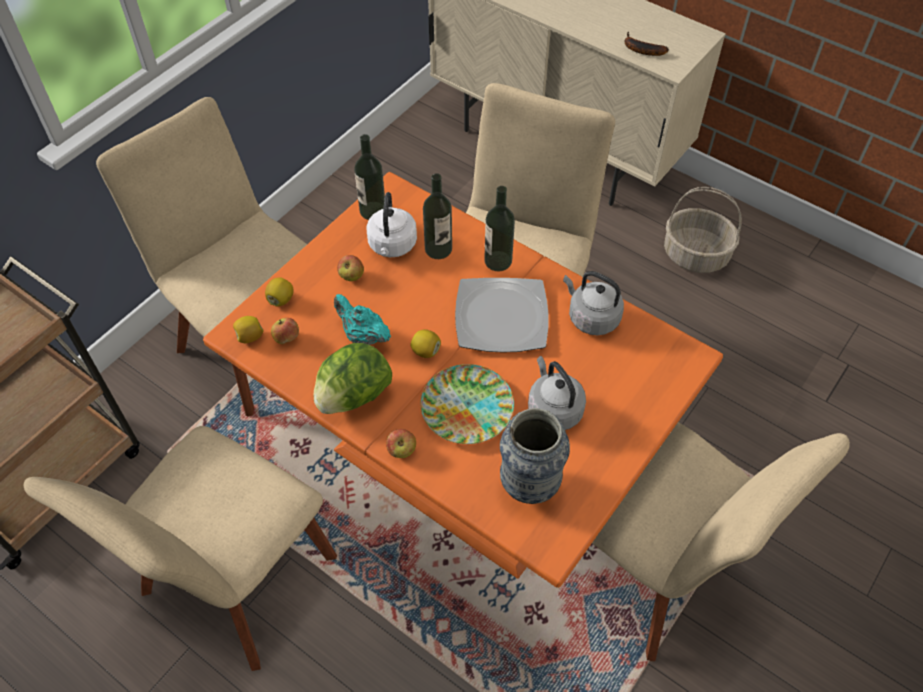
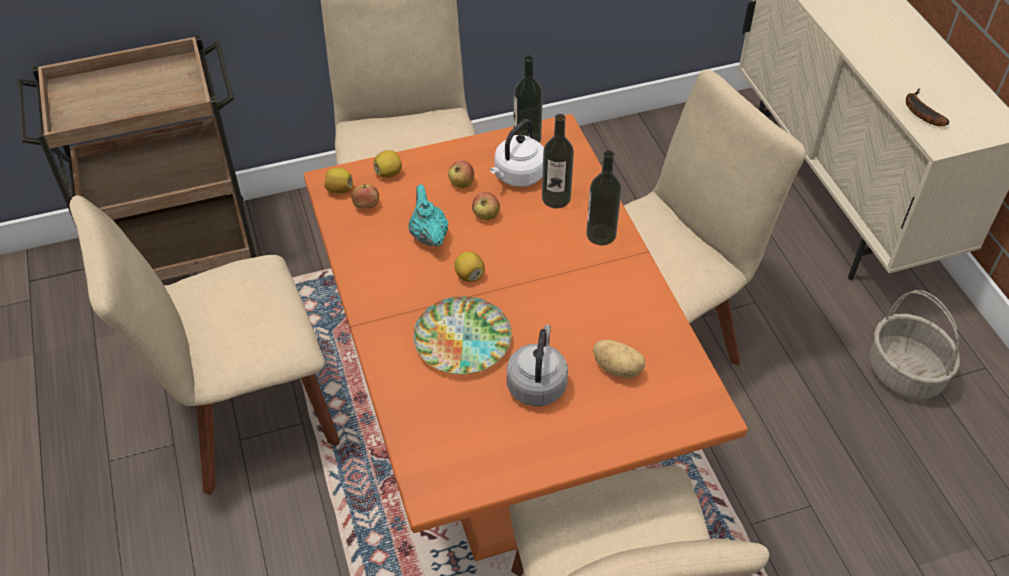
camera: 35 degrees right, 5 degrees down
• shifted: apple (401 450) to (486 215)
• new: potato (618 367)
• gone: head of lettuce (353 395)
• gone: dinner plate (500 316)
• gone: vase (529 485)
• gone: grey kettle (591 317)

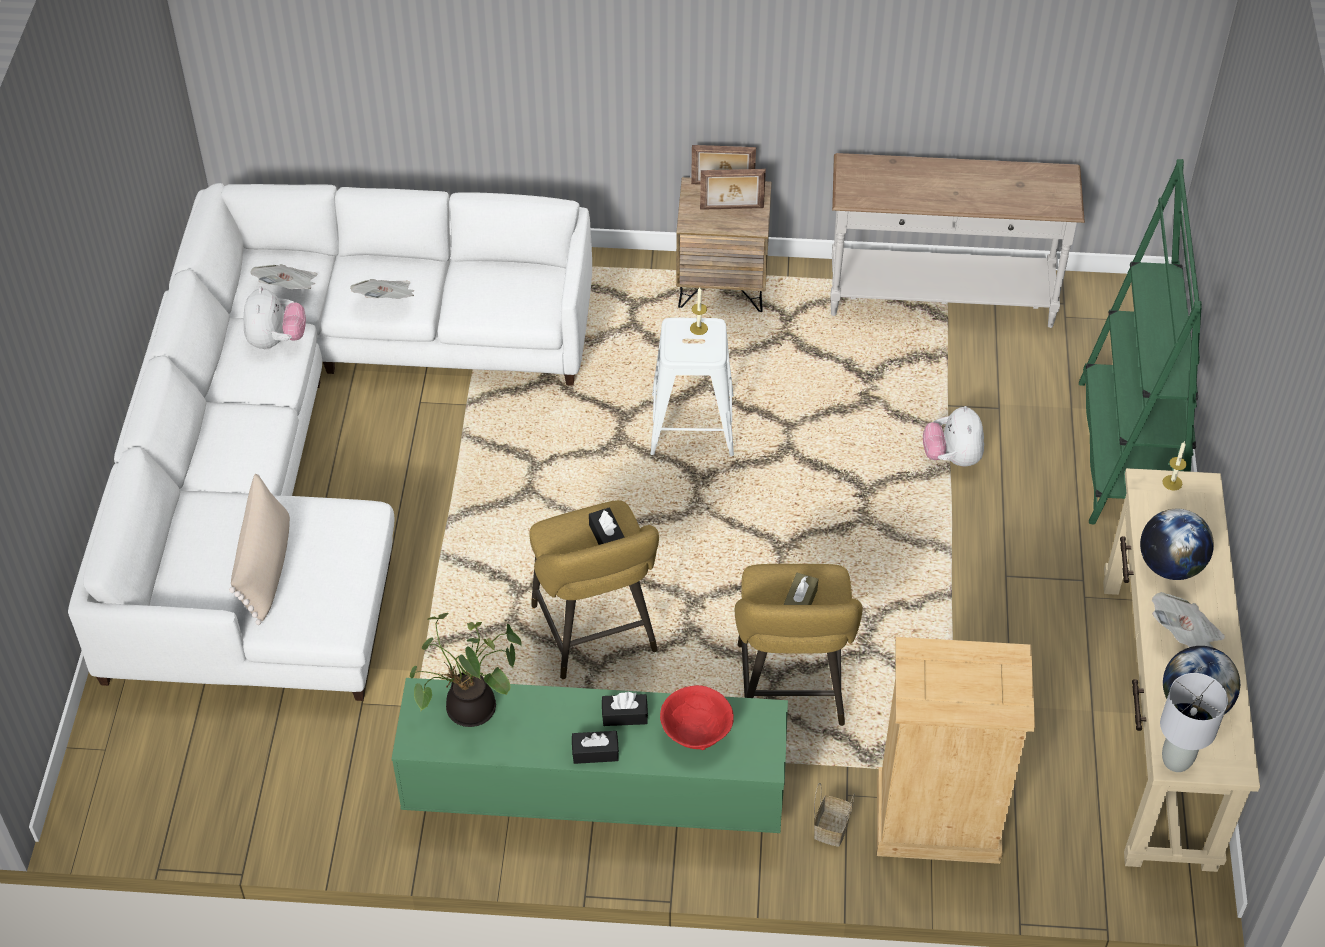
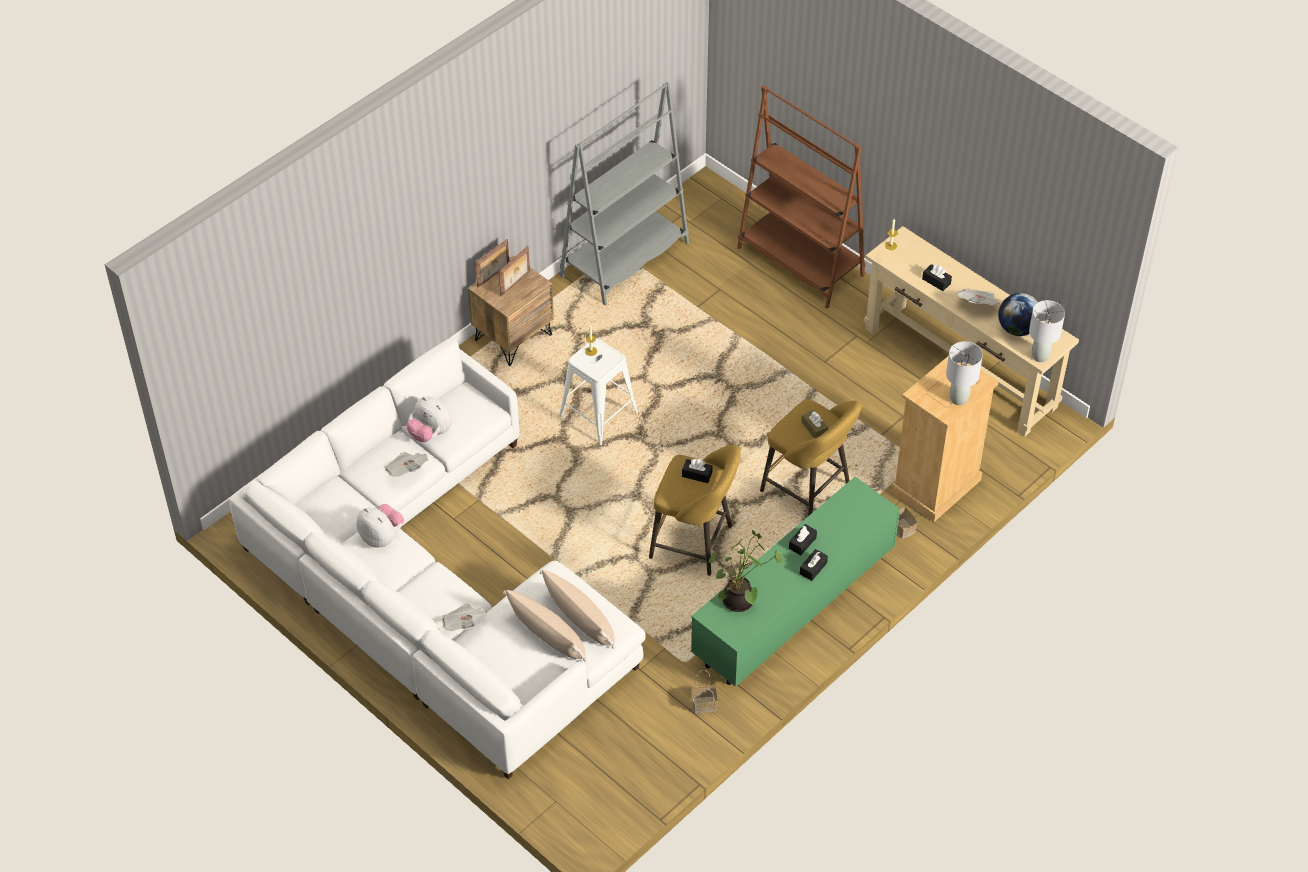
camera: 50 degrees left, 0 degrees up
• shifted: soft toy (952 457) to (430 433)
• shifted: newspaper (288 288) to (464 624)
• new: beige pillow (580 619)
• swapped: white hall table (941 300) to grey shelving unit (625 259)
• new: basket (703 705)
• repainted: greenish shelving unit (1130 452) to brown shelving unit (800 262)
• swapped: world globe (1170 566) to blackish tissue box (936 281)
• new: grey table lamp (958 399)
• gone: reddish deep dish (696 734)

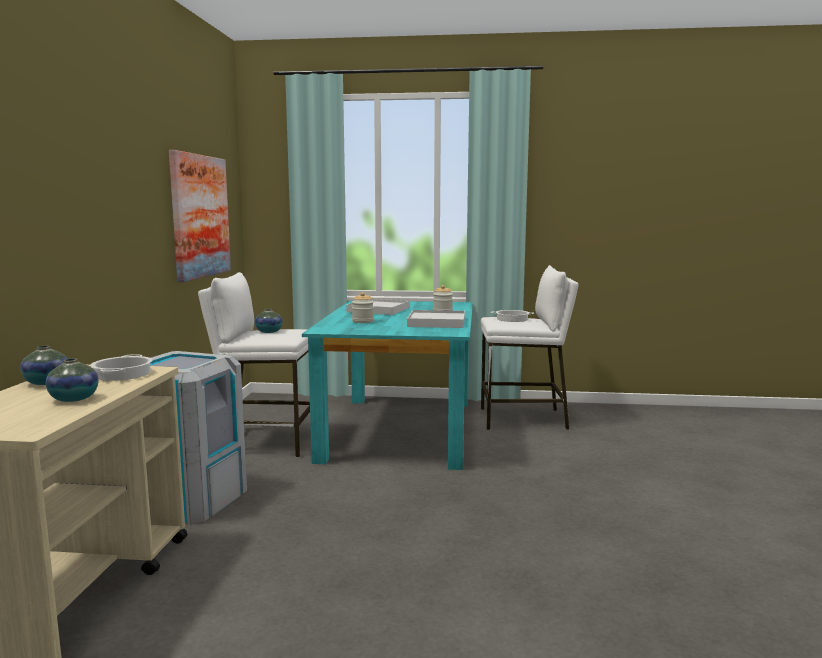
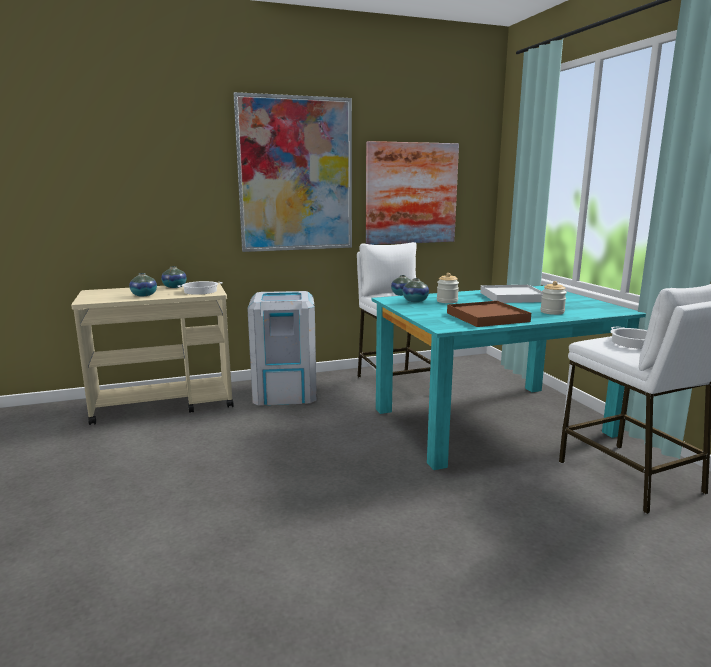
camera: 65 degrees right, 5 degrees up
• new: wall art (296 175)
• new: vase (415 301)
• repainted: white tray (437 322) to brown tray (487 317)

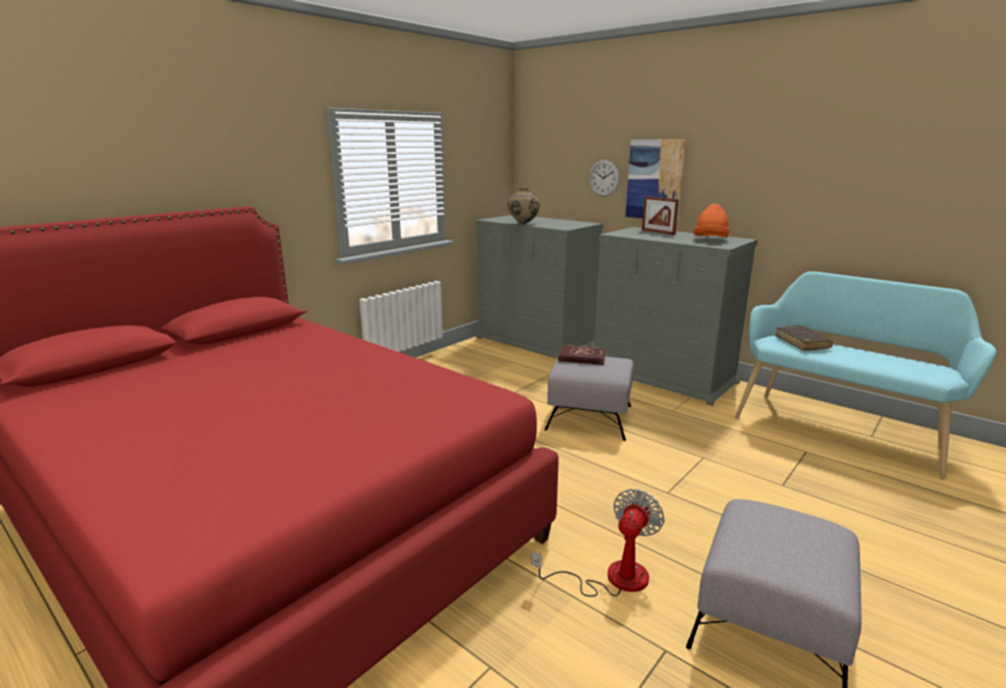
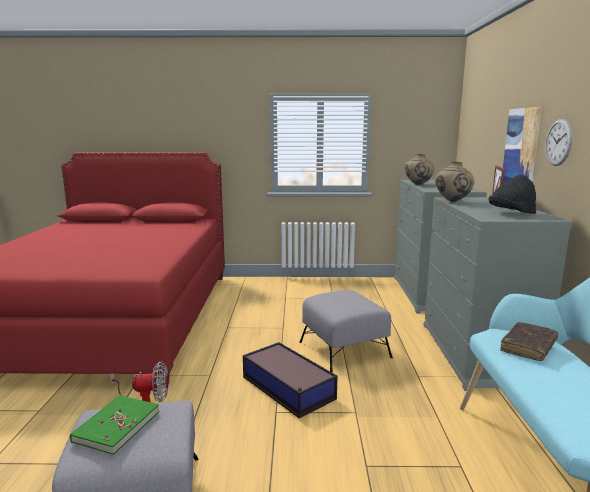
camera: 50 degrees right, 5 degrees down
• new: greenish volume (116 426)
• new: storage bin (288 388)
• new: beige vase (452 201)
• repainted: orange-coloured hat (710 239) to blackish hat (511 213)
• shifted: wall clock (604 178) to (558 142)
• gone: reddish volume (582 357)

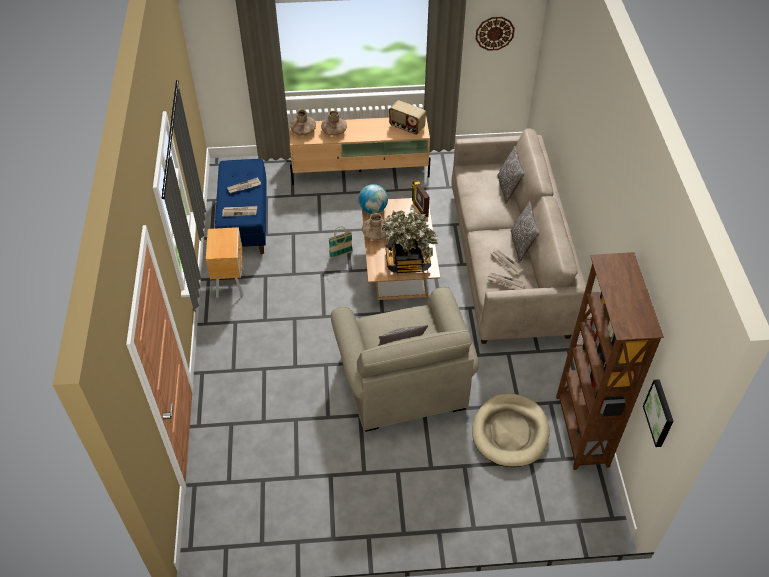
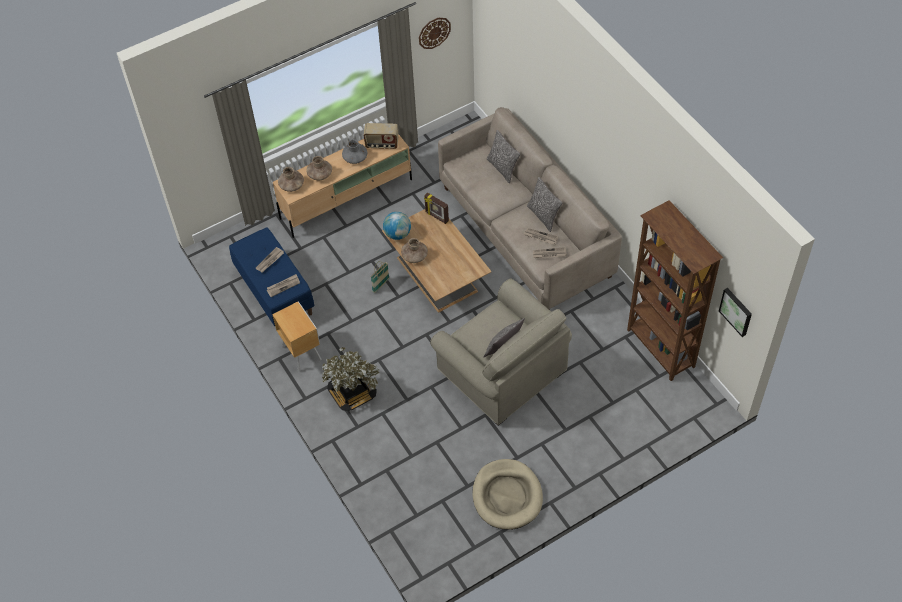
camera: 25 degrees left, 5 degrees up
• shifted: potted plant (407 260) to (352 393)
• new: grey vase (355 158)
• shifted: beige dog cushion (510 432) to (507 496)

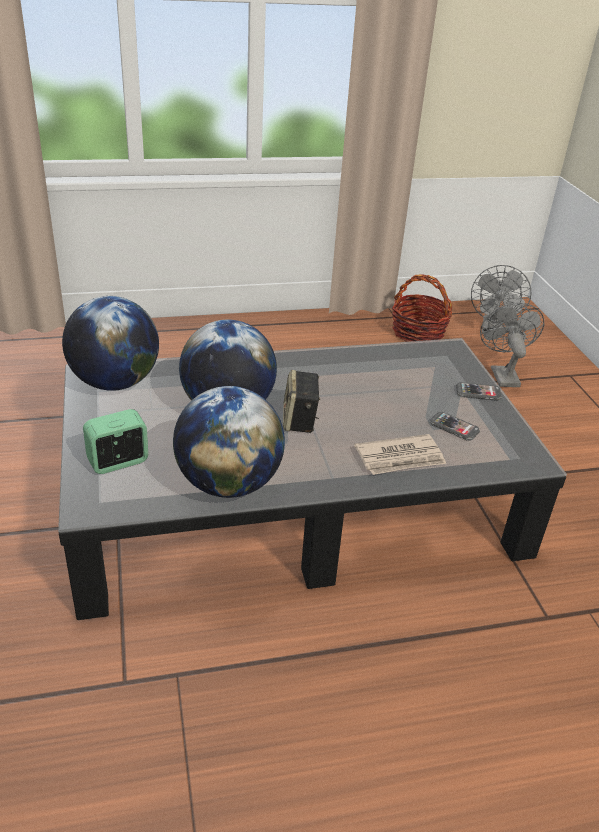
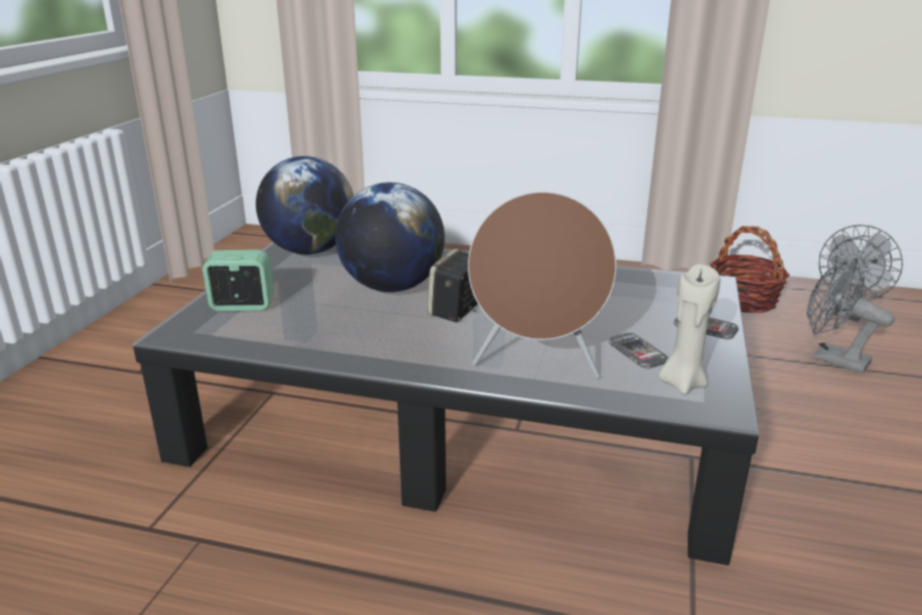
camera: 30 degrees right, 10 degrees down
• swapped: newspaper (400 458) to brown speaker (537 365)
• new: beige candle (682 383)
• rotated: grey electric fan (502 374) = (831 358) 75 degrees counterclockwise
• gone: world globe (229 484)

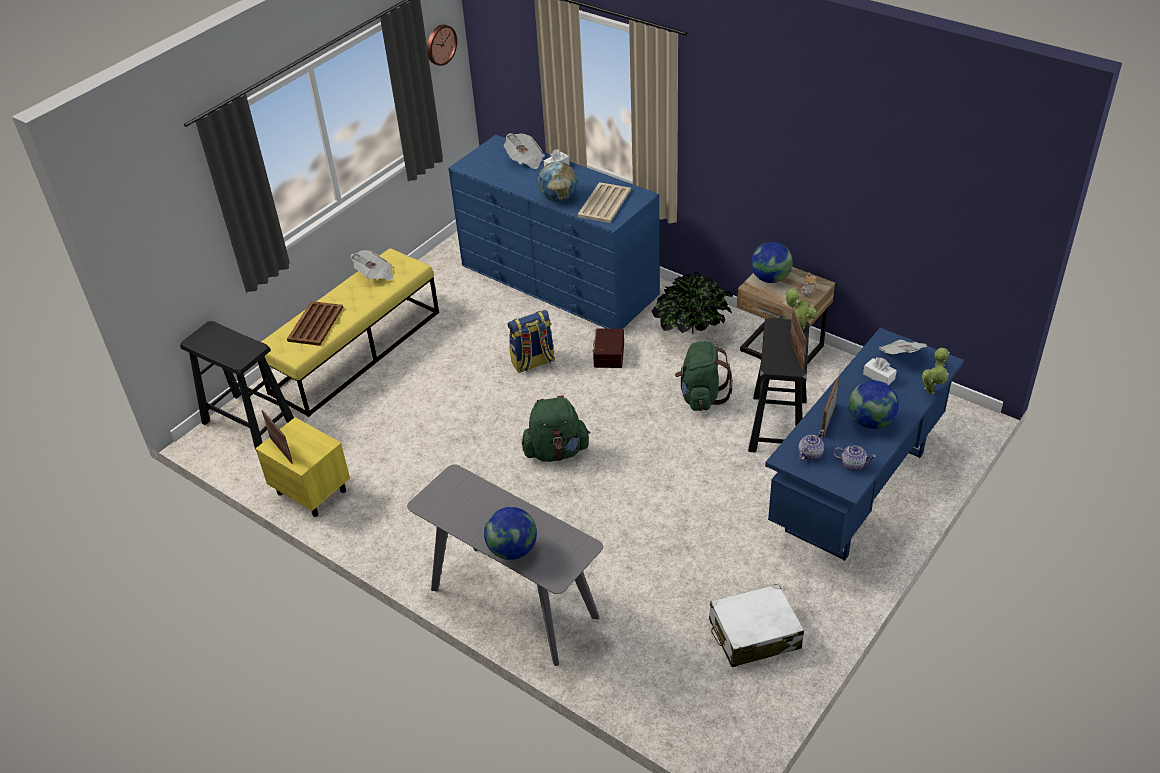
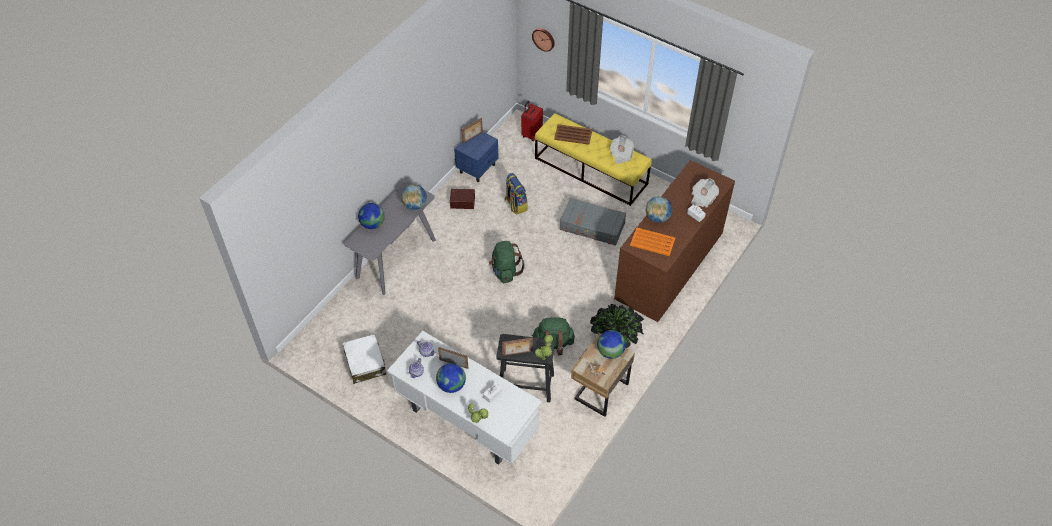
camera: 85 degrees right, 10 degrees up
• repainted: bluish desk unit (856 492) to white desk unit (466 422)
• new: world globe (415 205)
• shifted: brown storage bin (608 355) to (462 201)
• repainted: yellowish nightstand (311 491) to bluish nightstand (478 168)
• shifted: backpack (533 362) to (515 205)
• swapped: blackish stool (248 421) to reddish piece of luggage (531 134)
• shifted: wall clock (440 44) to (544 39)
• new: grey piece of luggage (592 227)
• repainted: bluish dresser (559 280) to brown dresser (669 265)
• repainted: beige tray (605 203) to orange-coloured tray (653 242)
• gone: newspaper (900 356)

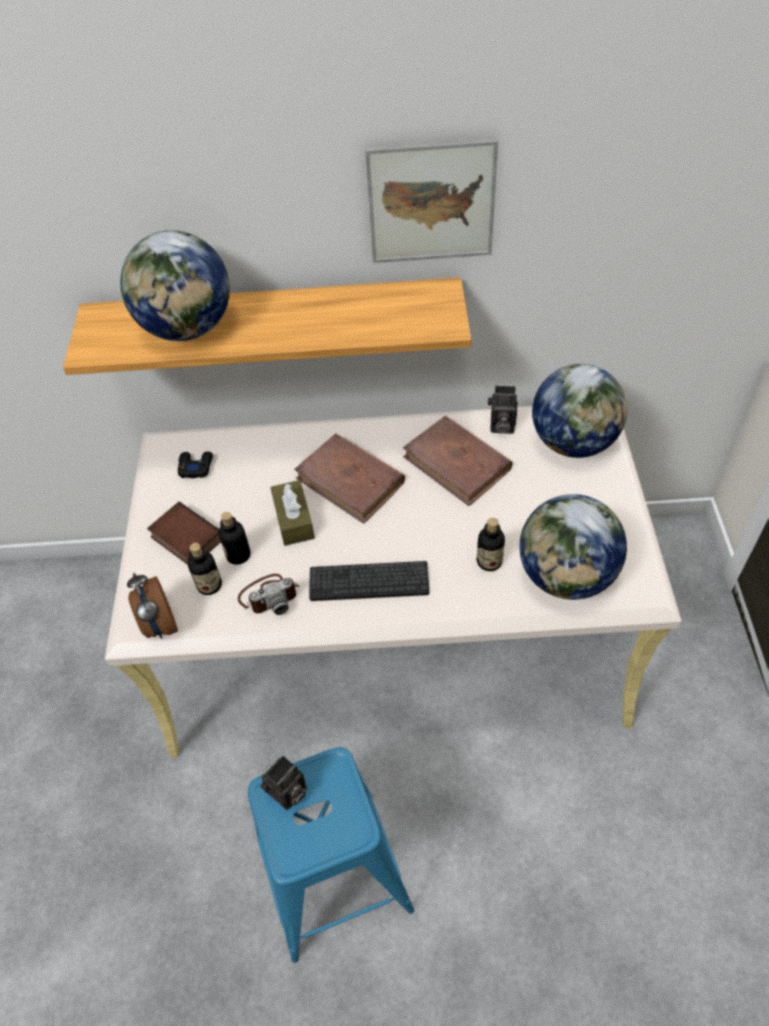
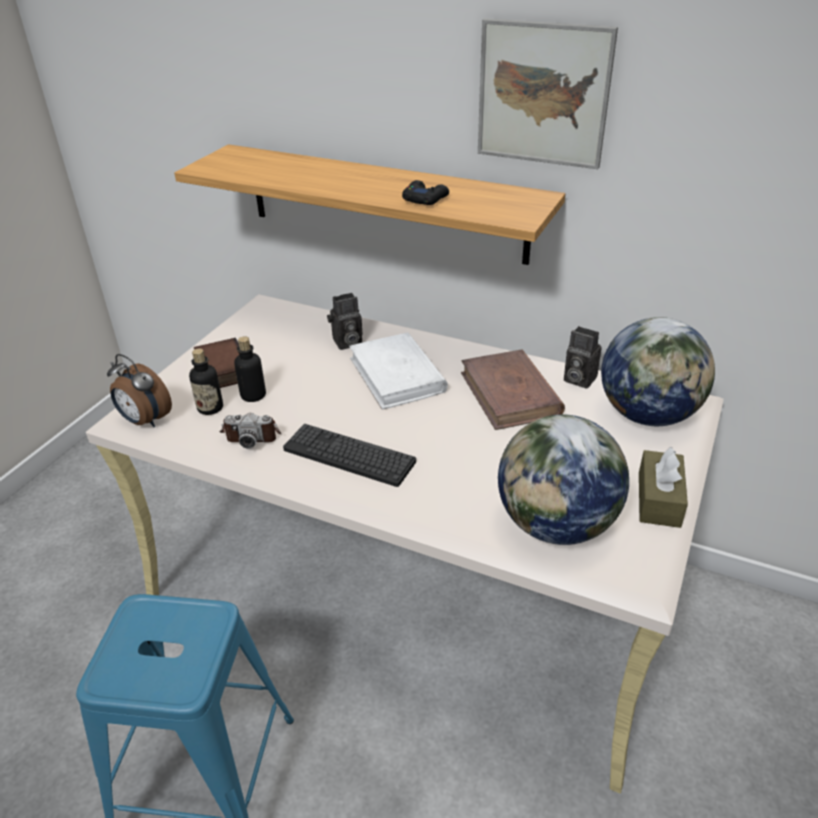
camera: 25 degrees right, 15 degrees down
• rotated: bedside clock (159 625) = (145 421) 60 degrees counterclockwise
• shifted: still camera (287 794) to (346 343)
• repainted: brown volume (350 481) to white volume (397 375)
• shifted: blackish game controller (195 467) to (425 199)
• shifted: brown tissue box (294 520) to (659 499)
• gone: world globe (188 328)
• gone: bottle (489 561)

